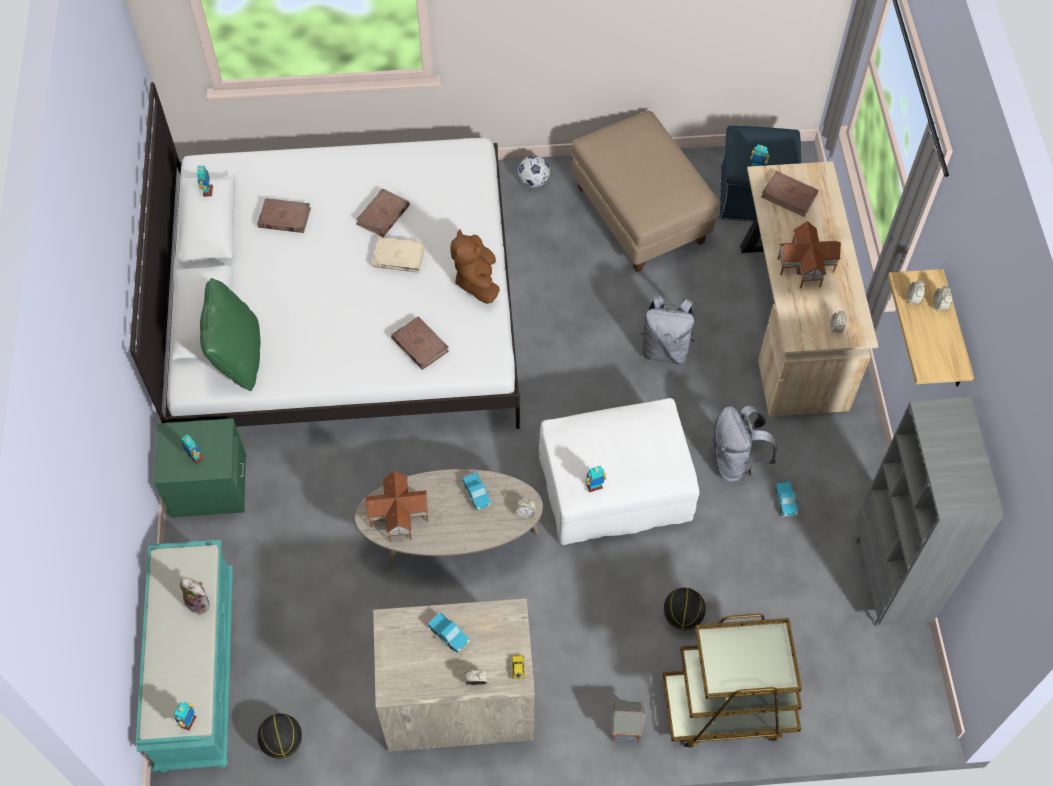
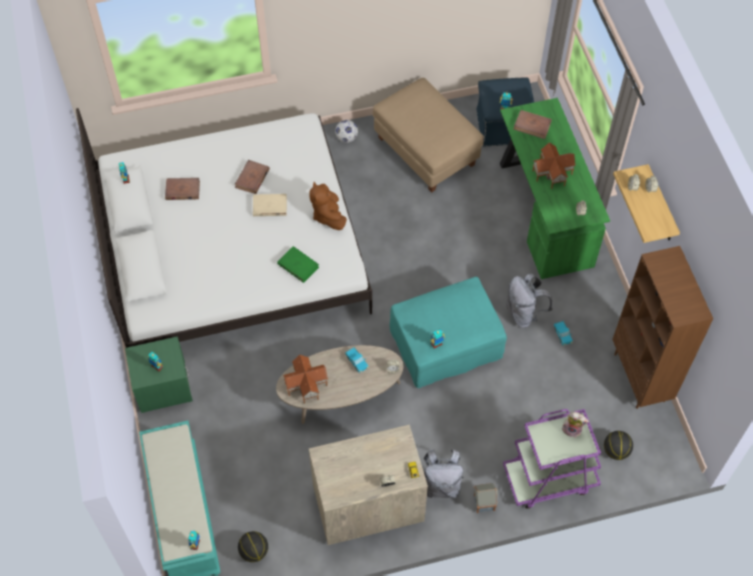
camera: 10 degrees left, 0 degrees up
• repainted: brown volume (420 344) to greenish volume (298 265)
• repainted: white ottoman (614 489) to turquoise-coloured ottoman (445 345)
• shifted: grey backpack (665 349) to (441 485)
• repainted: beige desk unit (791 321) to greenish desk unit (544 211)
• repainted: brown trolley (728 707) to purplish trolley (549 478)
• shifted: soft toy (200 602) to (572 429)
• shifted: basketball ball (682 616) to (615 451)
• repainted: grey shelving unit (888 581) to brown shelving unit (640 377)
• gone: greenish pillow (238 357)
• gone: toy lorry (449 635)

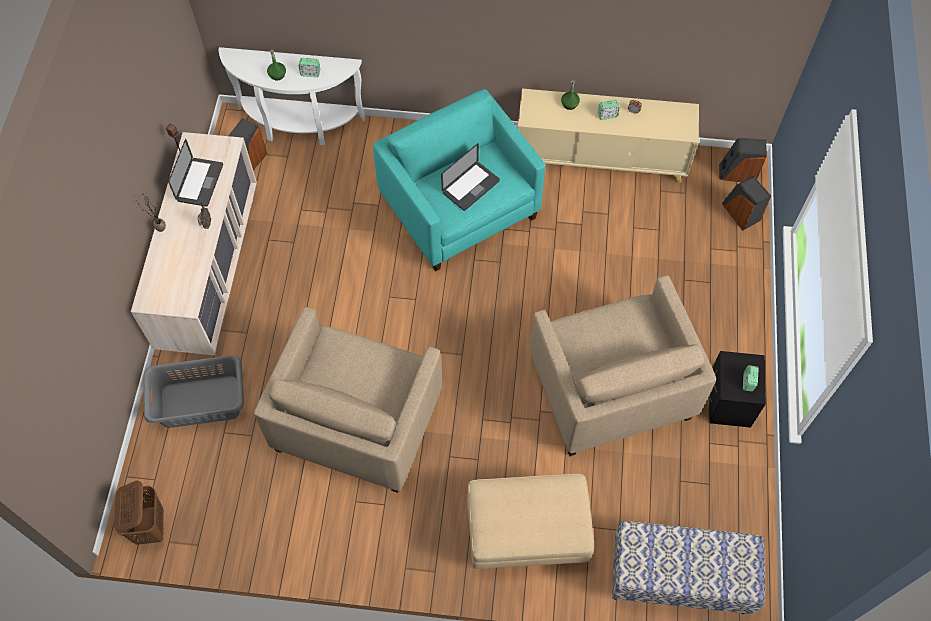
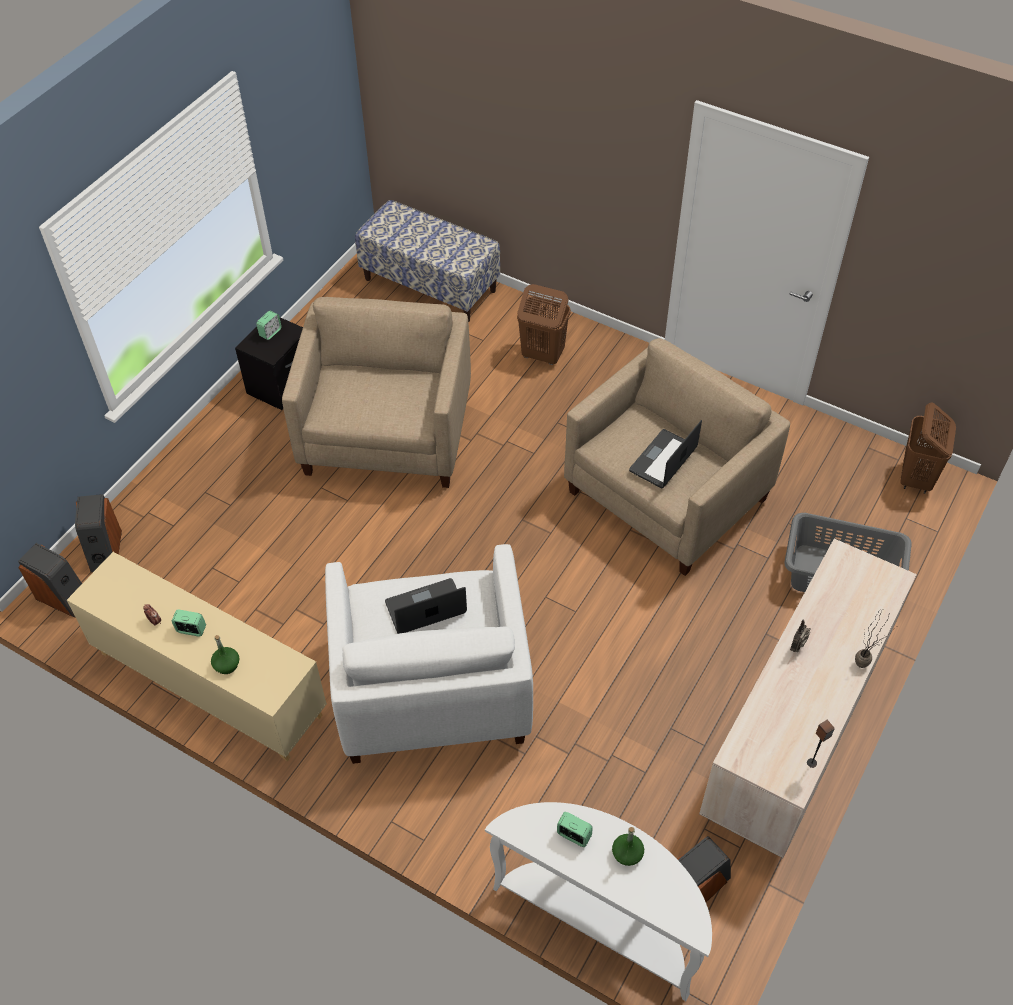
camera: 155 degrees left, 10 degrees down
• repainted: turquoise-coloured lounge chair (460 208) to white lounge chair (431 688)
• swapped: beige ottoman (527 532) to brown washing basket (542 355)
• shifted: portable computer (200 182) to (663 460)

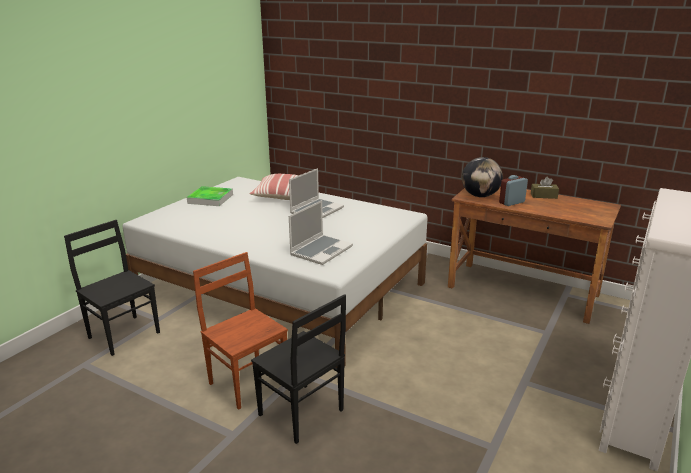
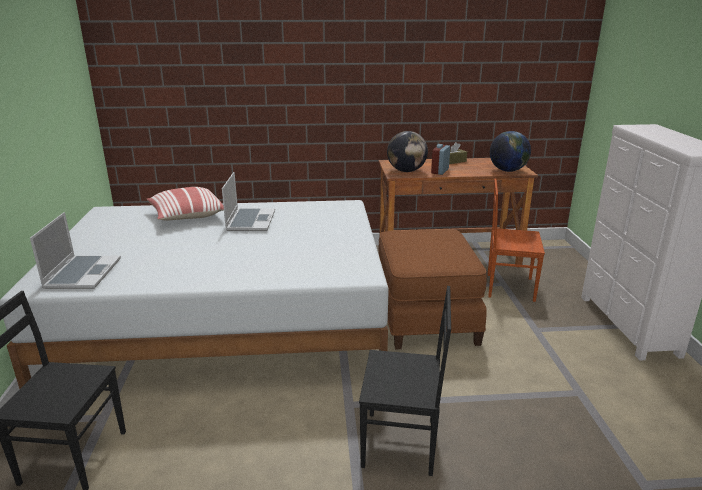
camera: 35 degrees left, 0 degrees up
• shifted: portable computer (321 250) to (82 273)
• new: brown ottoman (424 318)
• shifted: brown plain chair (248 381) to (509 287)
• new: world globe (508 171)
• gone: tray (210 199)

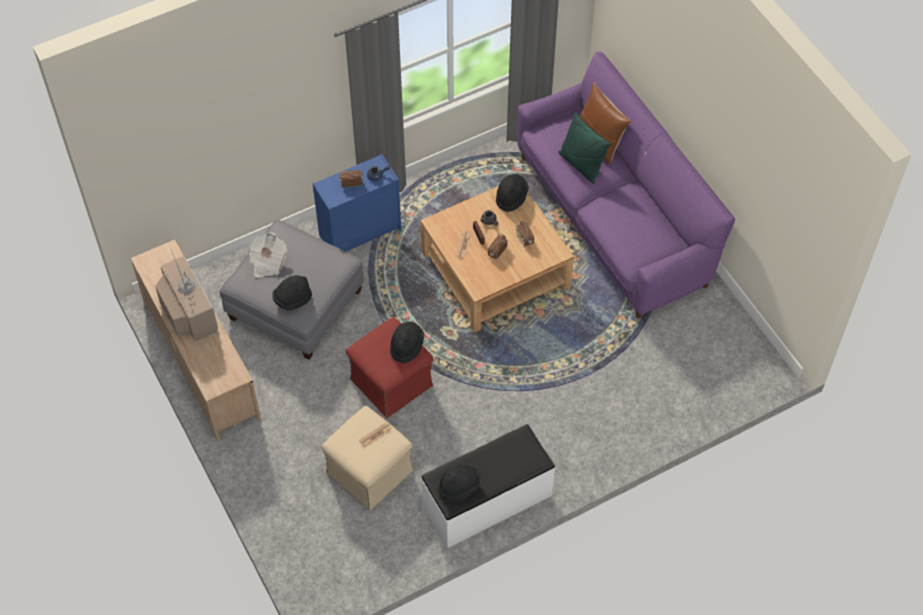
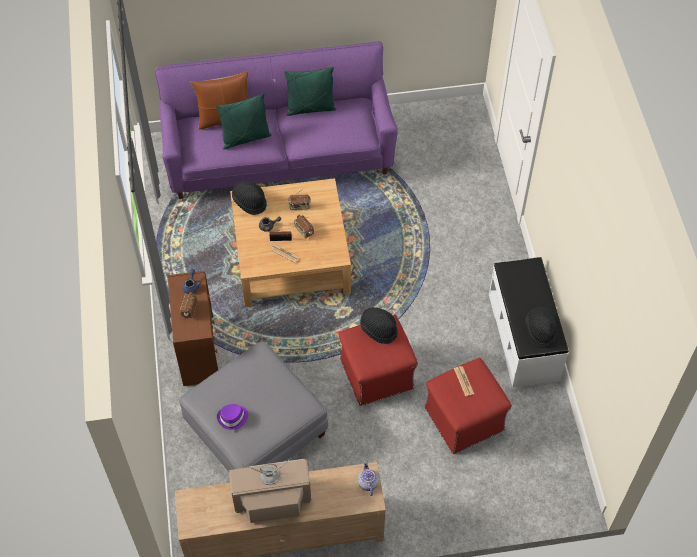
camera: 70 degrees left, 0 degrees up
• repainted: bluish dresser (361 232) to brown dresser (198 349)
• swapped: newspaper (267 262) to purplish hat (233 418)
• new: greenish pillow (310 108)
• new: pot for tea (367 483)
• repainted: beige ottoman (369 471) to reddish ottoman (463 419)
• gone: blackish hat (292 299)

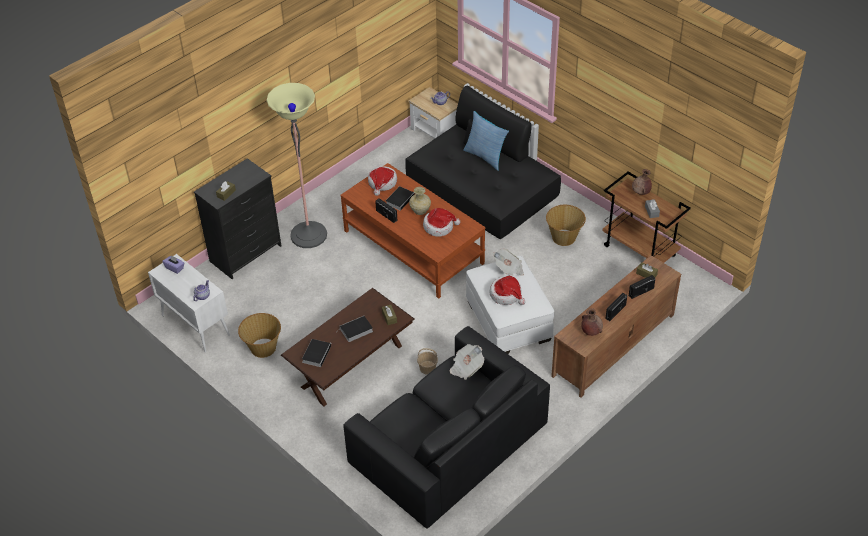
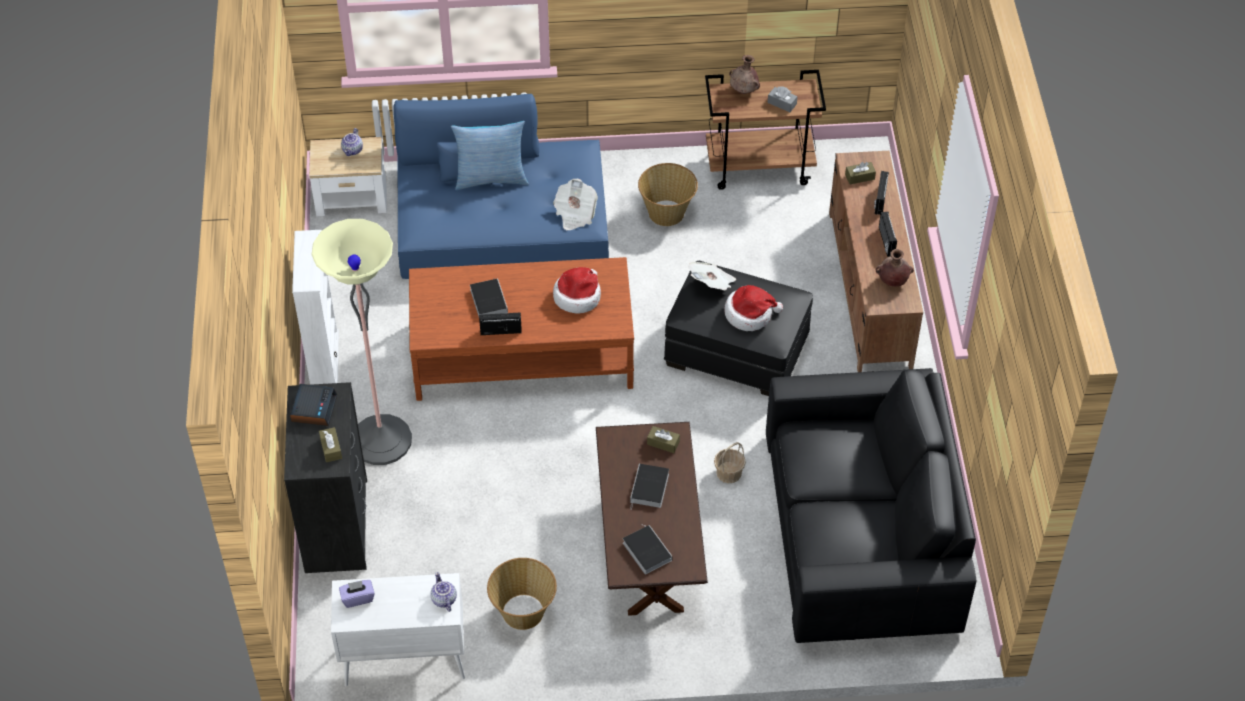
camera: 50 degrees left, 5 degrees up
• new: bedside clock (313 408)
• new: white shelving unit (324 360)
• repainted: blackish sofa (482 188) to bluish sofa (503 224)
• shifted: newspaper (466 367) to (575 214)
• repainted: white ottoman (508 320) to blackish ottoman (735 350)
• gone: hat (382 183)
• gone: beige vase (420 211)

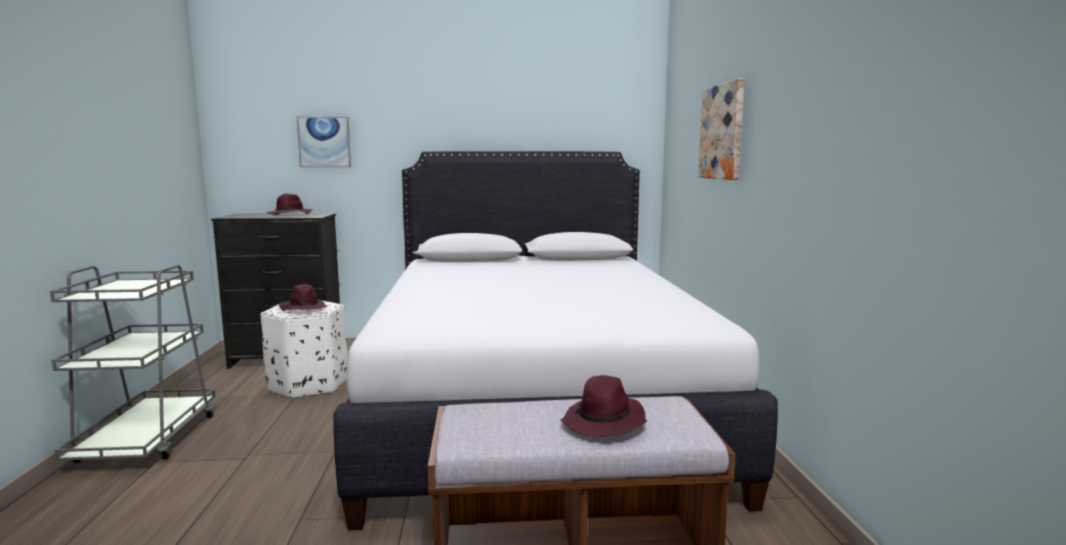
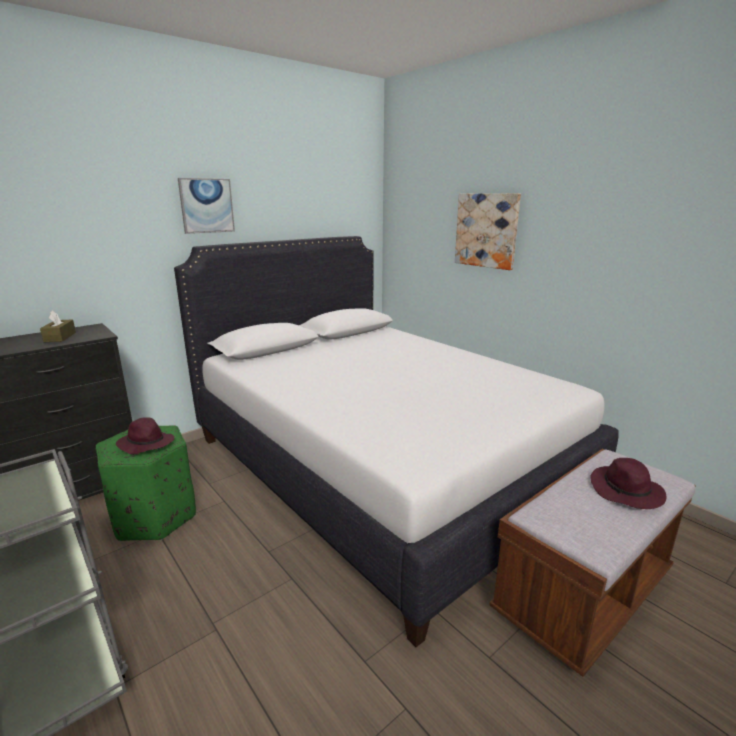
camera: 35 degrees left, 10 degrees up
• swapped: purplish hat (289 215) to brown tissue box (60 337)
• repainted: white ottoman (308 384) to greenish ottoman (154 516)
• shifted: wall art (324 142) to (206 205)

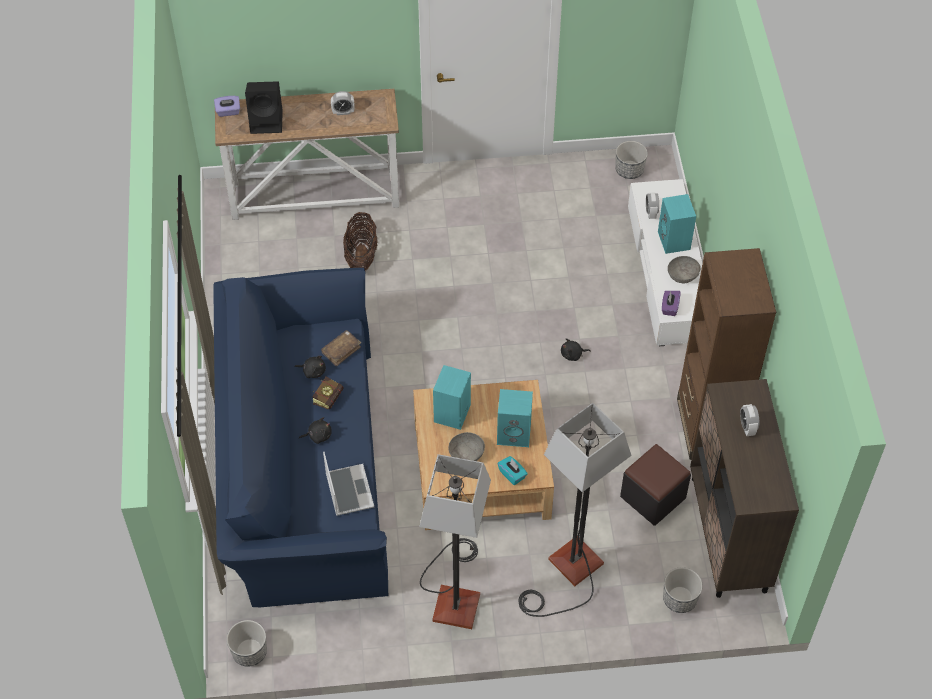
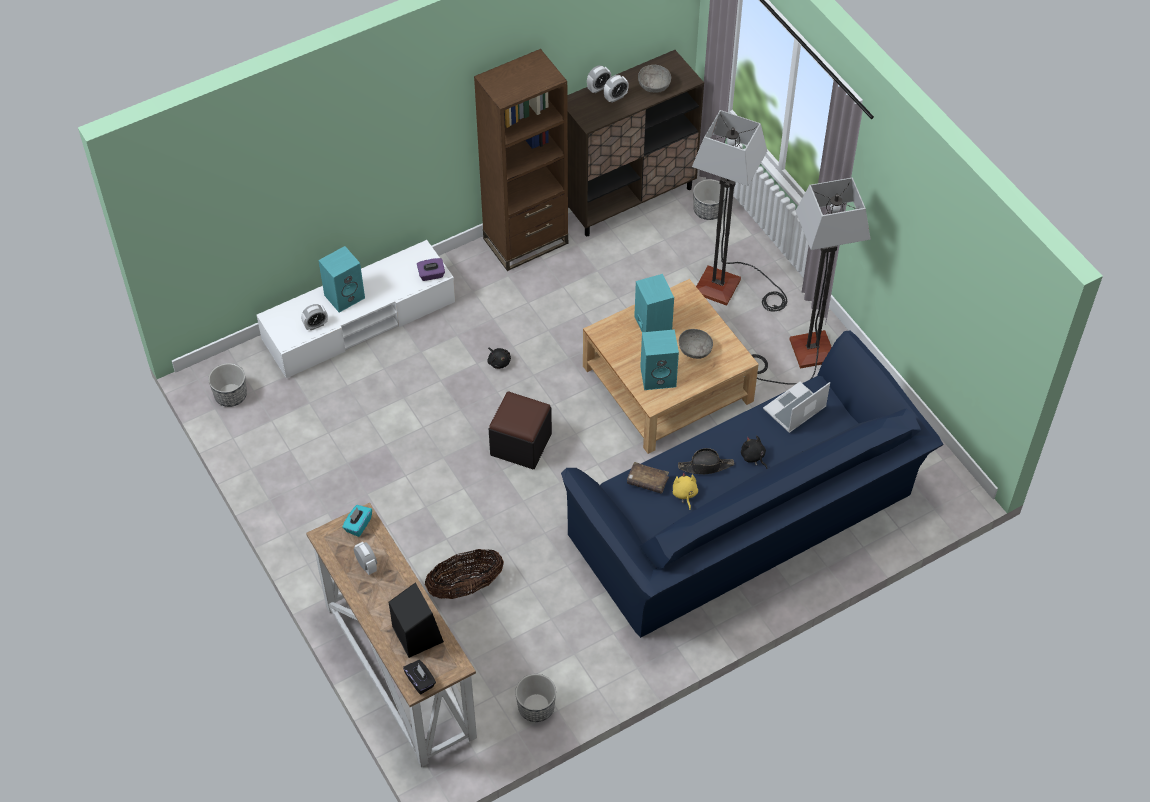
camera: 115 degrees left, 0 degrees up
• shifted: turquoise-coloured tissue box (512 475) to (358 525)
• repainted: purplish tissue box (228 112) to blackish tissue box (420 681)
• shifted: blackish ottoman (653 497) to (521 444)
• shifted: plant pot (249 651) to (536 707)
• new: bedside clock (598 88)
• shifted: grey deep dish (682 275) to (654 85)
• repainted: blackish soft toy (313 371) to yellowish soft toy (684 494)
• swapped: volume (330 396) to blackish hat (706 466)

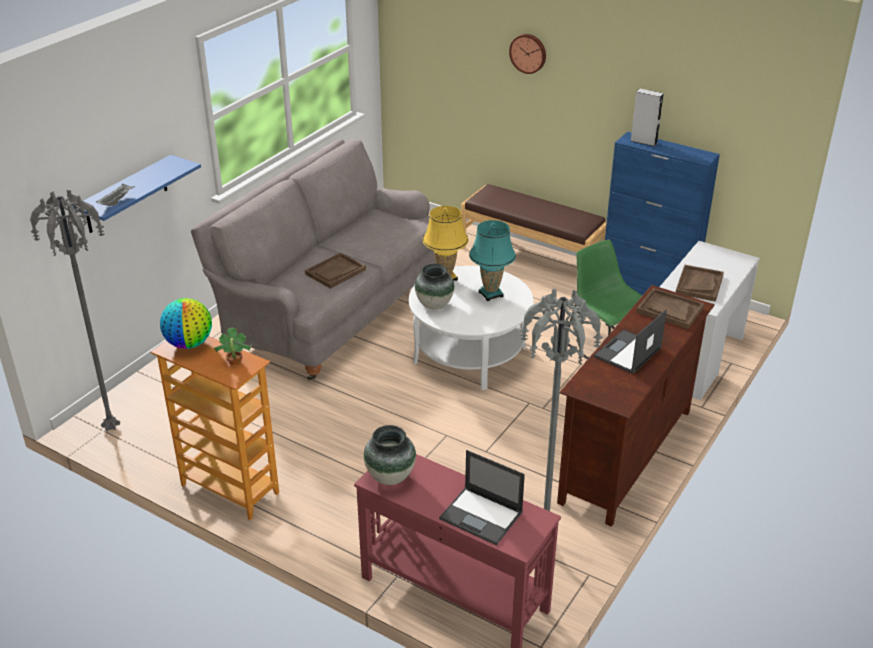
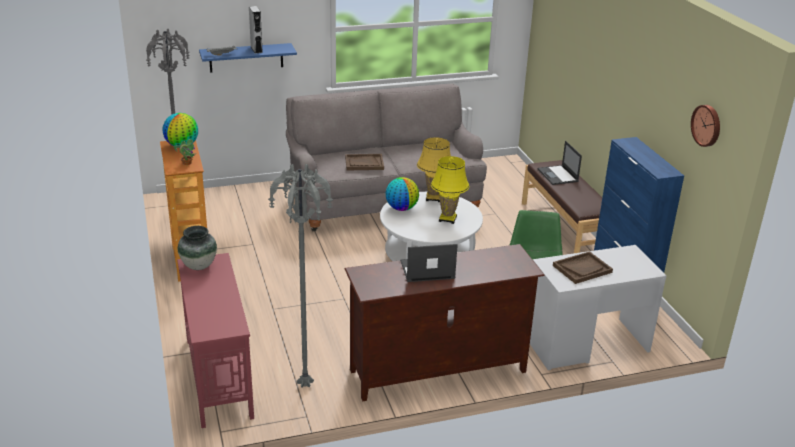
camera: 40 degrees right, 5 degrees down
• shifted: grey speaker (643 141) to (256 49)
• swapped: vase (434 305) to world globe (401 208)
• repainted: turquoise-coloured table lamp (490 294) to yellowish table lamp (447 219)
• shifted: portable computer (482 516) to (558 175)
• shifted: wall clock (528 53) to (707 125)
• gone: brown tray (669 310)

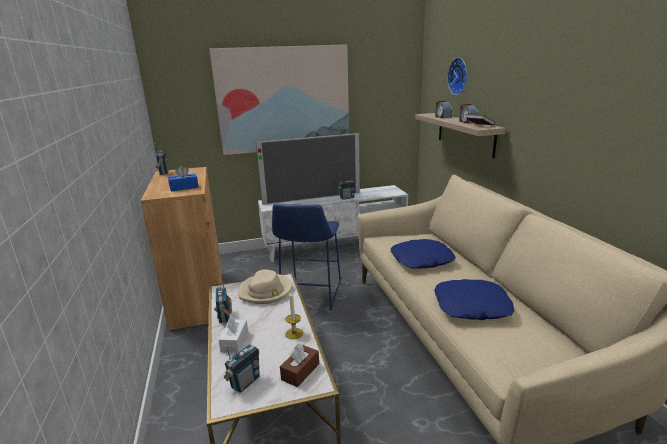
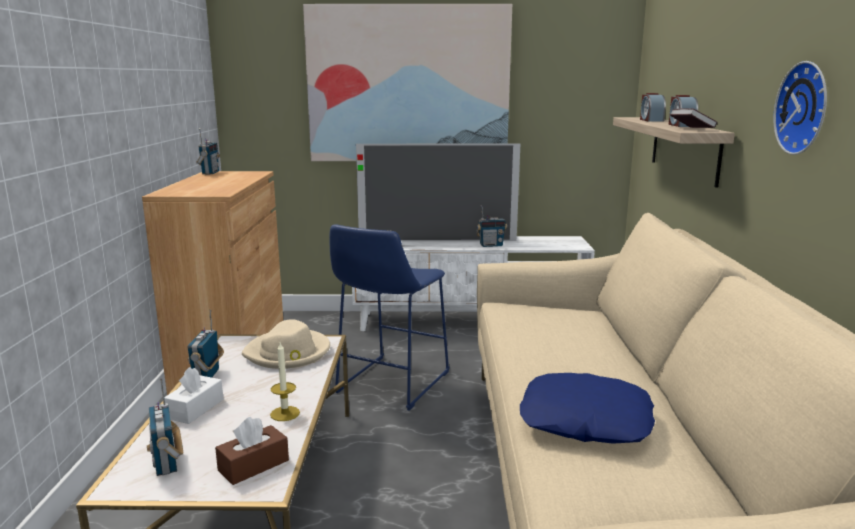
camera: 15 degrees right, 5 degrees down
• rotated: radio receiver (245 382) = (167 463) 105 degrees clockwise
• shifted: wall clock (459 76) to (806 108)
• gone: bluish tissue box (184 187)
• gone: bluish pillow (422 260)

